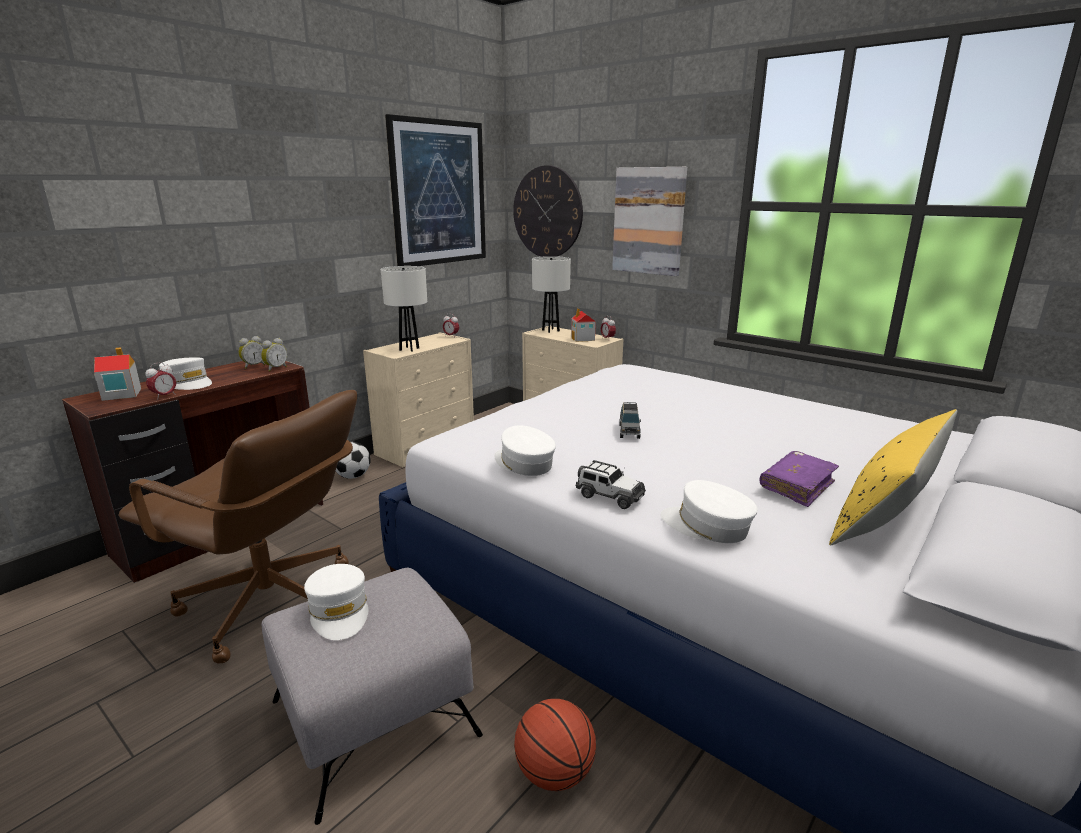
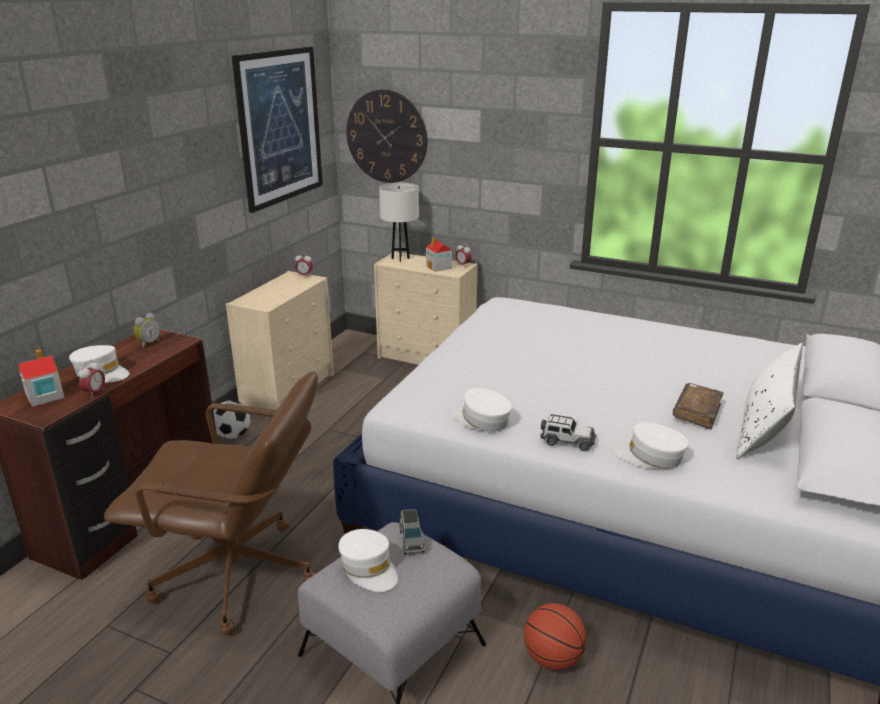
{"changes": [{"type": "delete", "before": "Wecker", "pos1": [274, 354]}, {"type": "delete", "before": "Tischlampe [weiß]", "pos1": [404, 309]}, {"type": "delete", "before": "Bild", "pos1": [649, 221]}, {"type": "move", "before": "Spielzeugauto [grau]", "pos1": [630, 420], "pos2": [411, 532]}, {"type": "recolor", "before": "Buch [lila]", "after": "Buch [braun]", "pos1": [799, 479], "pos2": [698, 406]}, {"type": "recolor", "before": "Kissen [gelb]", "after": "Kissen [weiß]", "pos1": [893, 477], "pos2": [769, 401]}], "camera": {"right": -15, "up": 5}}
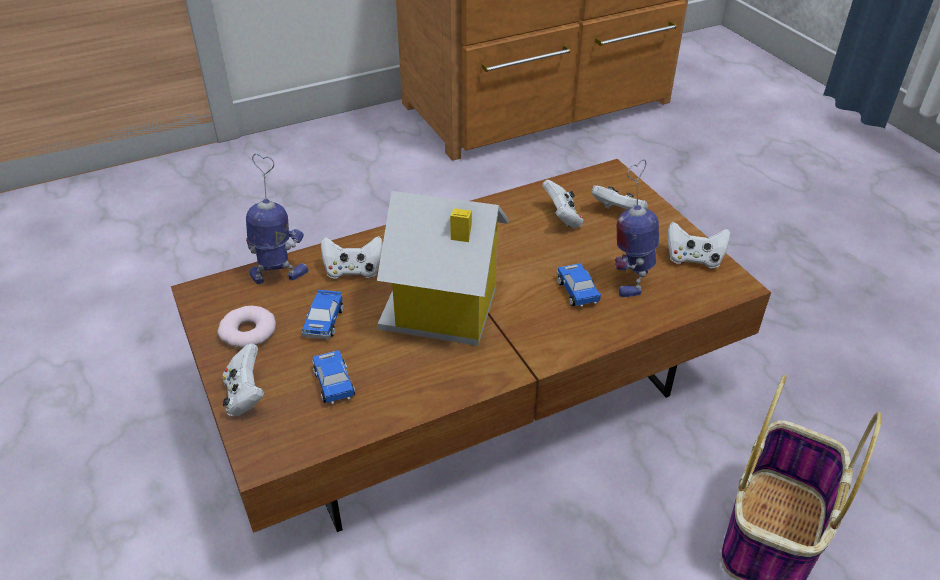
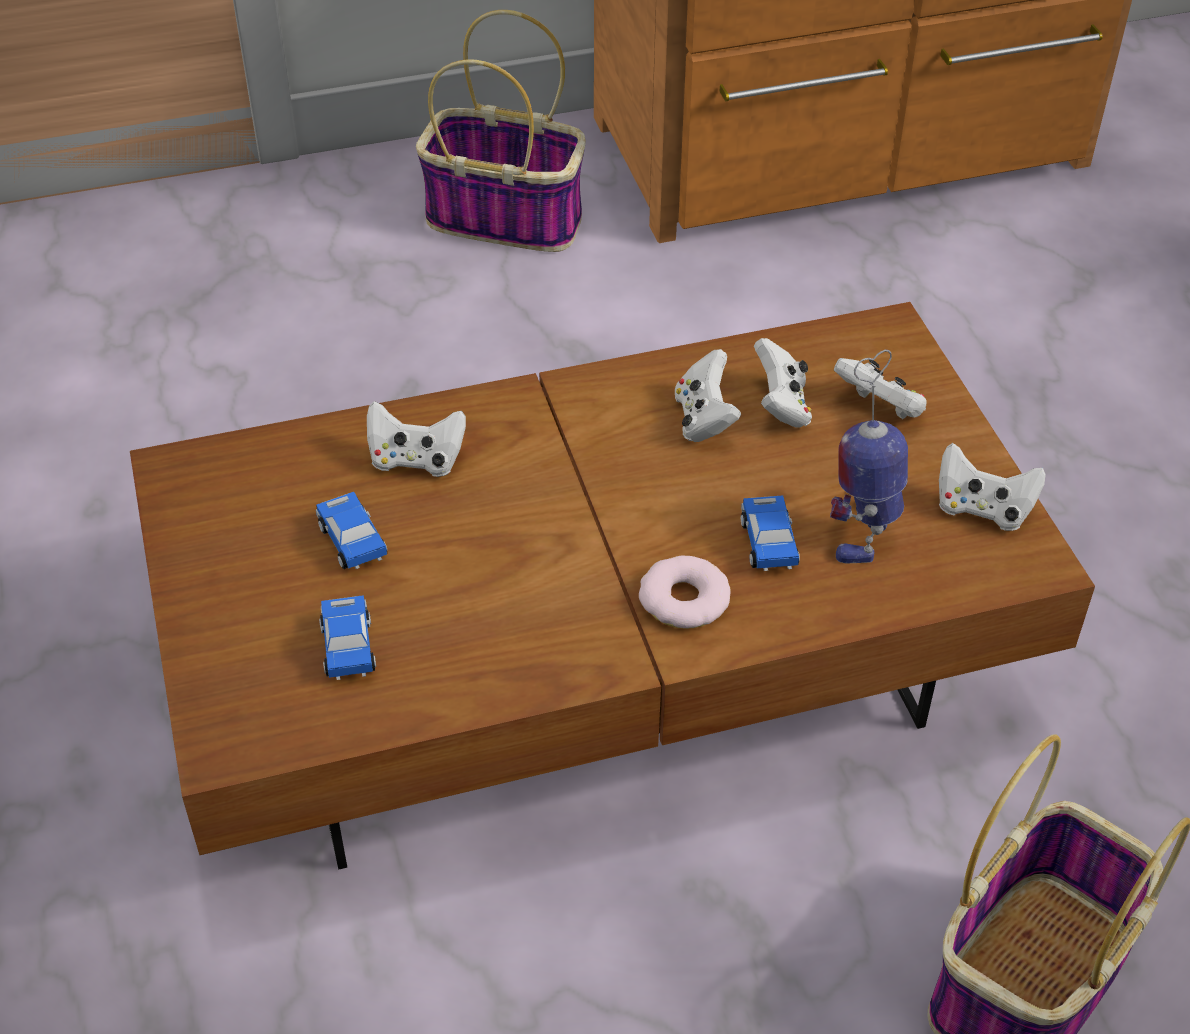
{"changes": [{"type": "move", "before": "Donut", "pos1": [247, 327], "pos2": [685, 592]}, {"type": "move", "before": "Gamepad [weiß]", "pos1": [243, 379], "pos2": [708, 395]}, {"type": "delete", "before": "Spielzeugroboter", "pos1": [277, 218]}, {"type": "rotate", "before": "Spielzeugauto", "pos1": [323, 314], "pos2": [351, 530], "turn": 135}, {"type": "delete", "before": "Spielzeughaus", "pos1": [443, 268]}, {"type": "insert", "after": "Korb", "pos2": [501, 131]}], "camera": {"right": 10, "up": 5}}
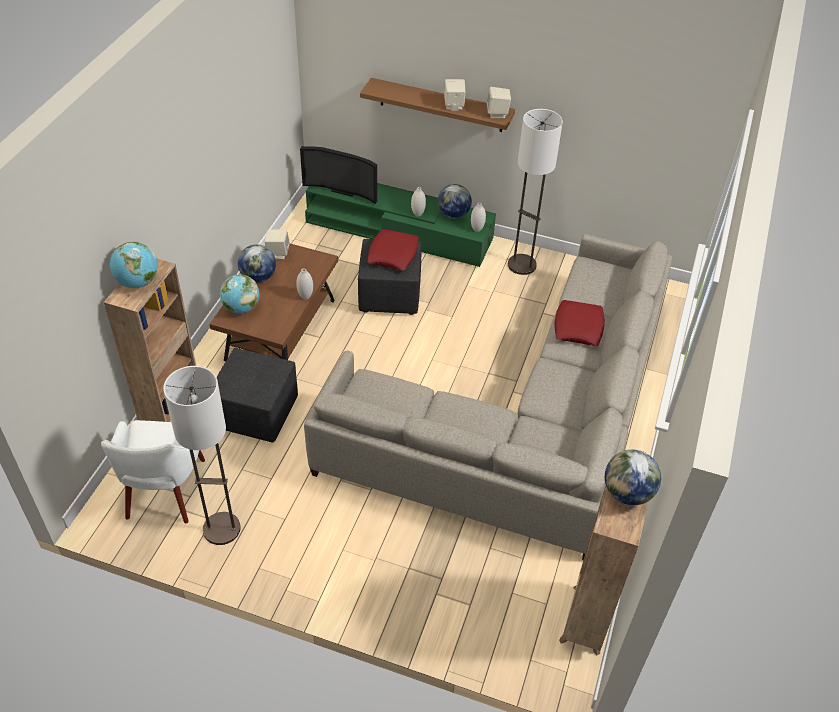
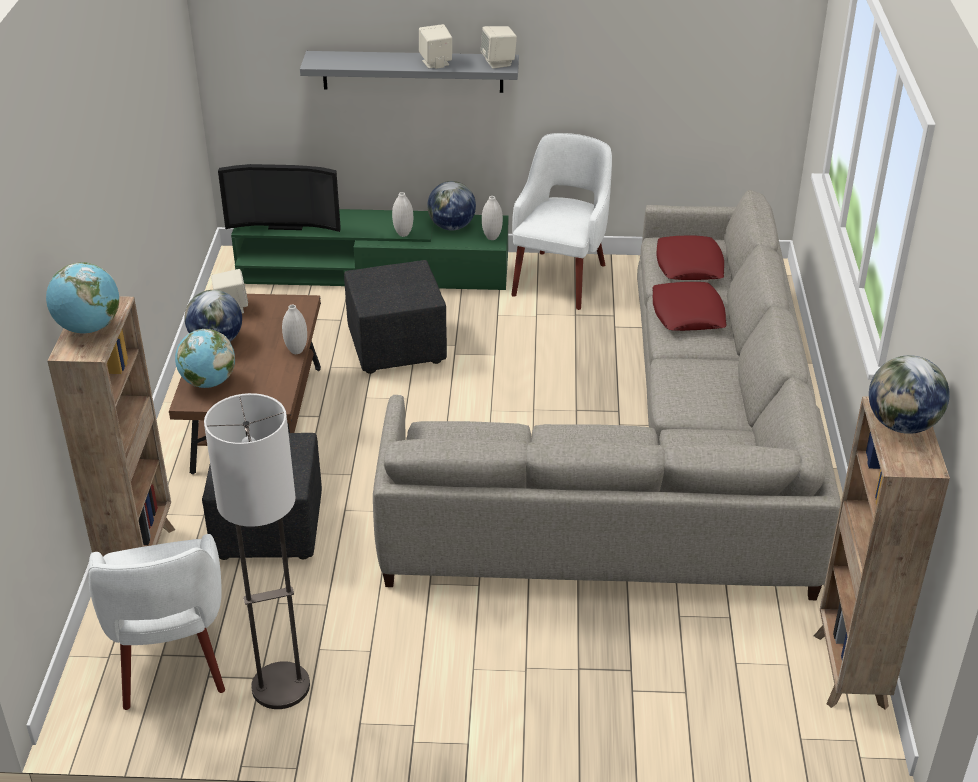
{"changes": [{"type": "recolor", "before": "Wandregal [braun]", "after": "Wandregal [grau]", "pos1": [437, 105], "pos2": [409, 72]}, {"type": "move", "before": "Kissen [rot]", "pos1": [393, 249], "pos2": [690, 257]}, {"type": "replace", "before": "Stehlampe", "after": "Sessel [weiß]", "pos1": [535, 192], "pos2": [561, 221]}], "camera": {"right": -15, "up": -10}}
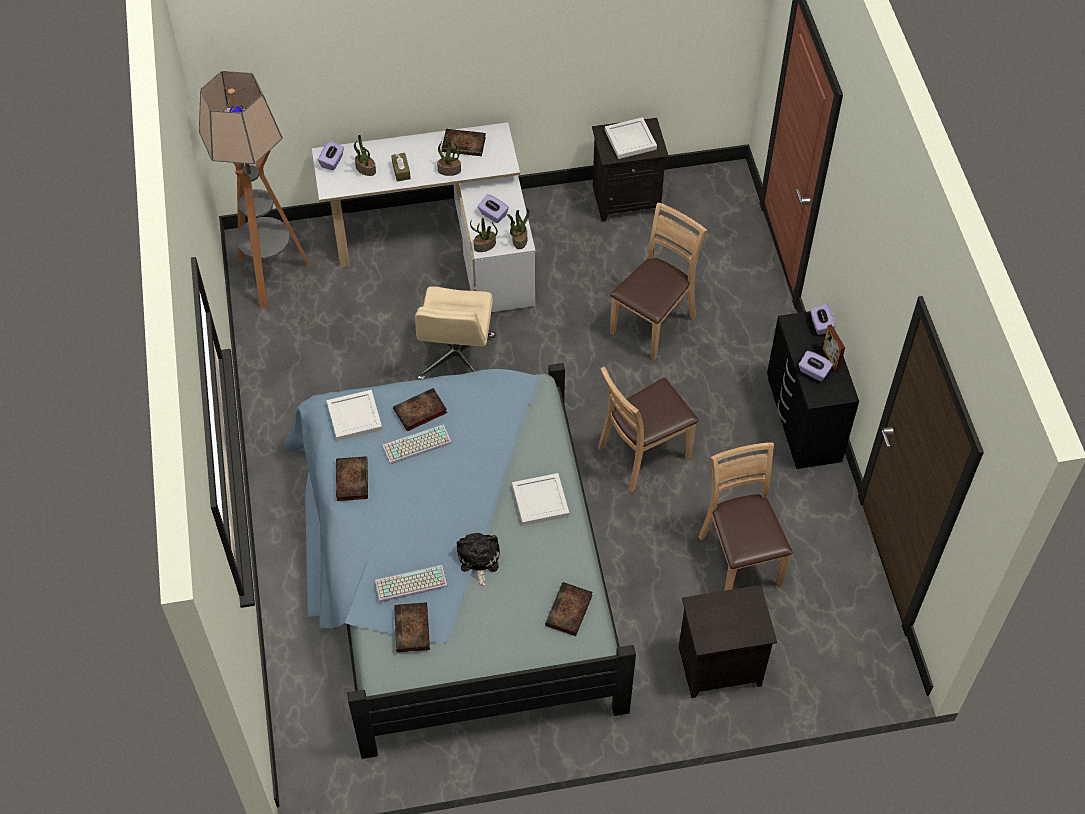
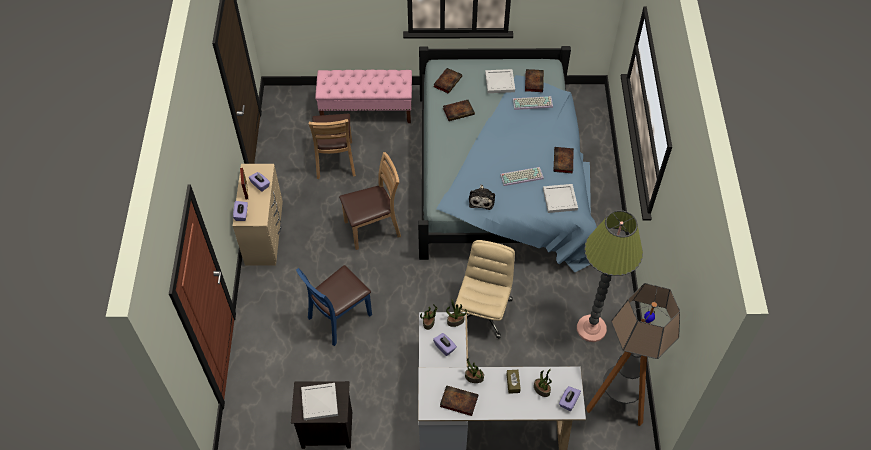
{"changes": [{"type": "move", "before": "Buch", "pos1": [420, 410], "pos2": [459, 110]}, {"type": "move", "before": "Plüschtier", "pos1": [478, 560], "pos2": [482, 197]}, {"type": "move", "before": "Tablett [weiß]", "pos1": [540, 499], "pos2": [500, 81]}, {"type": "recolor", "before": "Stuhl [braun]", "after": "Stuhl [blau]", "pos1": [658, 281], "pos2": [334, 305]}, {"type": "replace", "before": "Nachttisch [schwarz]", "after": "Bank [rosa]", "pos1": [728, 641], "pos2": [363, 96]}, {"type": "recolor", "before": "Kommode [schwarz]", "after": "Kommode [beige]", "pos1": [813, 390], "pos2": [258, 215]}, {"type": "insert", "after": "Stehlampe", "pos2": [610, 276]}], "camera": {"right": -170, "up": 0}}
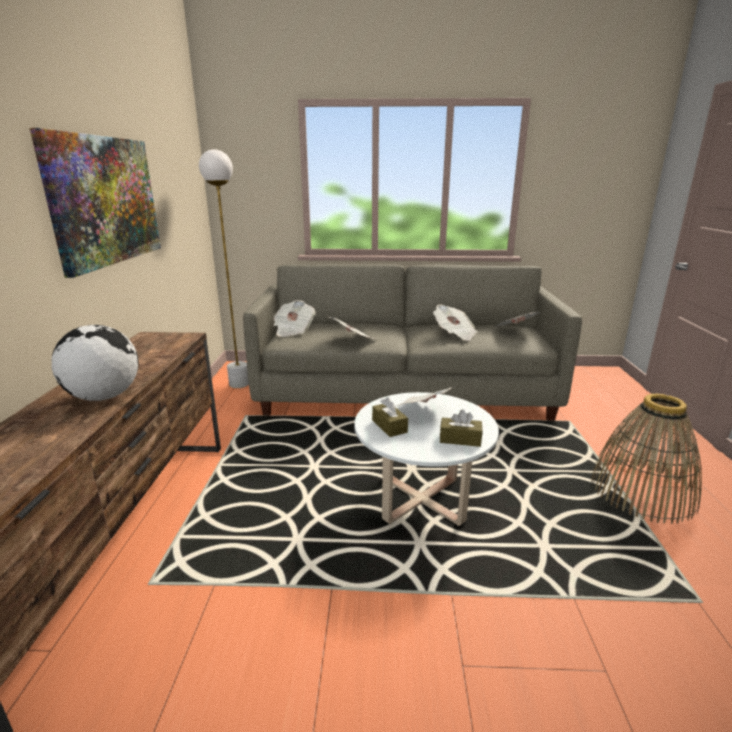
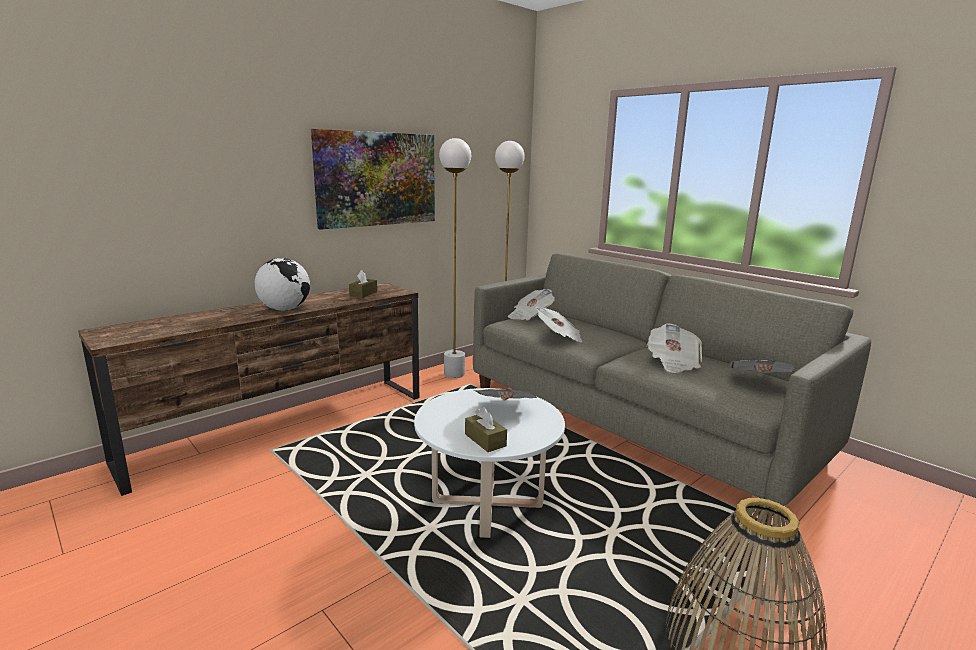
{"changes": [{"type": "move", "before": "Taschentuchbox [braun]", "pos1": [390, 417], "pos2": [363, 284]}, {"type": "insert", "after": "Stehlampe [weiß]", "pos2": [455, 258]}], "camera": {"right": 45, "up": -5}}
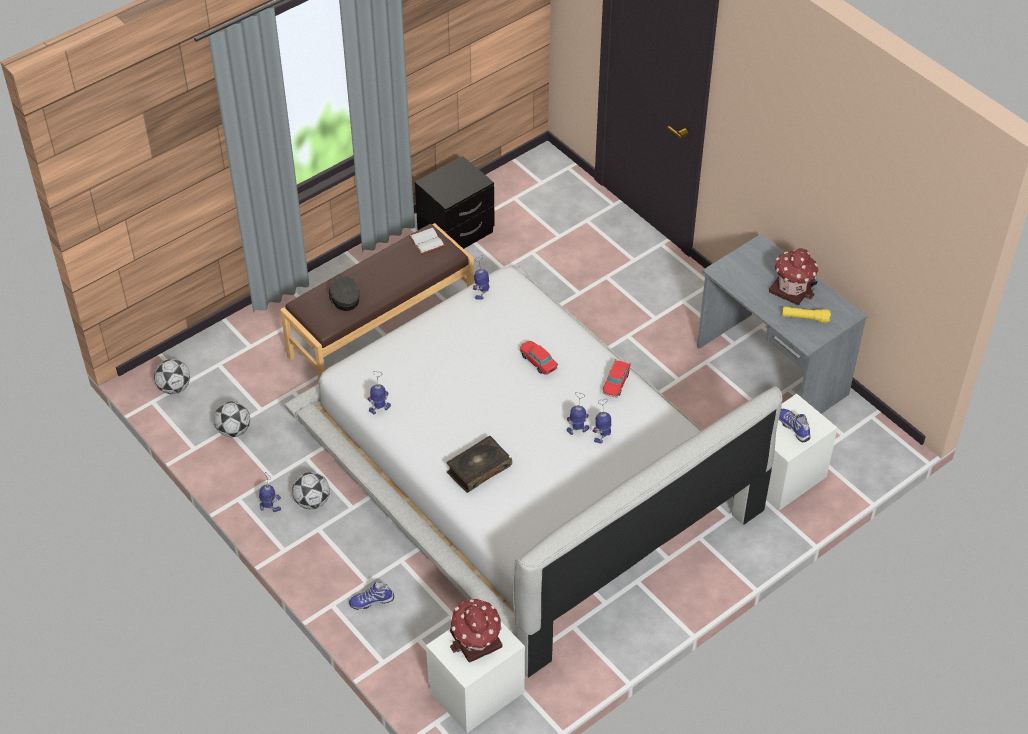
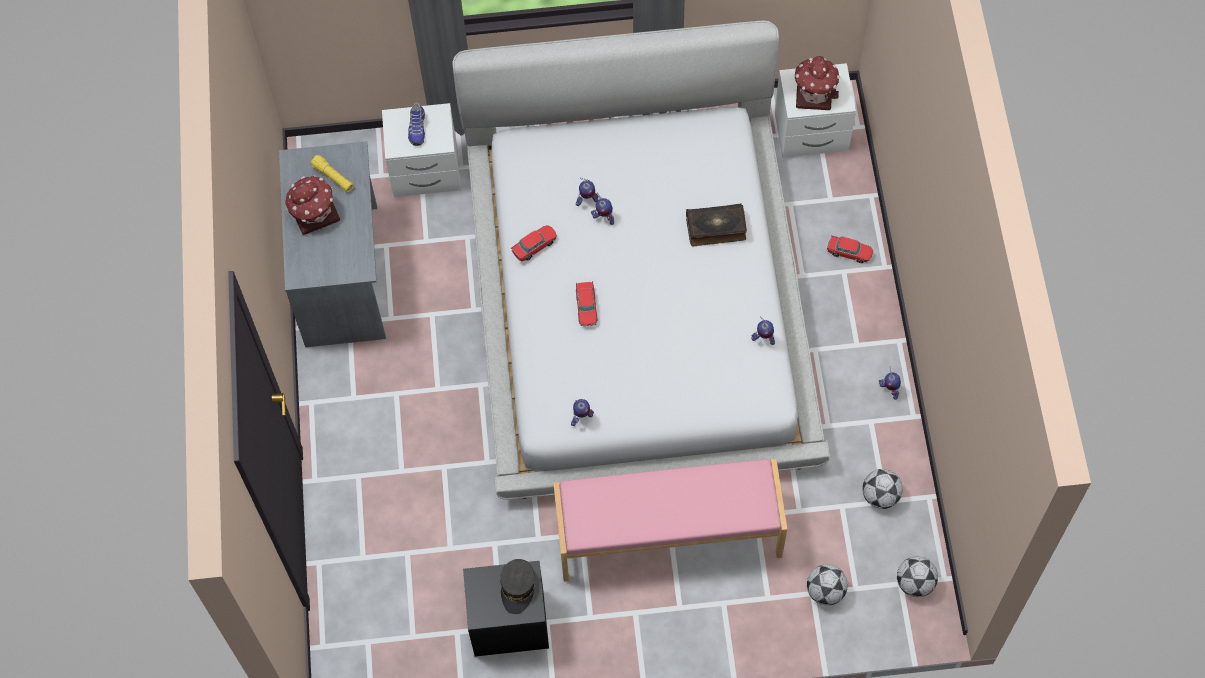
{"changes": [{"type": "recolor", "before": "Bank [braun]", "after": "Bank [rosa]", "pos1": [377, 301], "pos2": [670, 520]}, {"type": "move", "before": "Fußball", "pos1": [311, 490], "pos2": [827, 585]}, {"type": "move", "before": "Kappe [grau]", "pos1": [344, 294], "pos2": [517, 586]}, {"type": "replace", "before": "Schuh", "after": "Spielzeugauto", "pos1": [371, 596], "pos2": [850, 249]}, {"type": "delete", "before": "Buch [weiß]", "pos1": [427, 241]}], "camera": {"right": -145, "up": 15}}
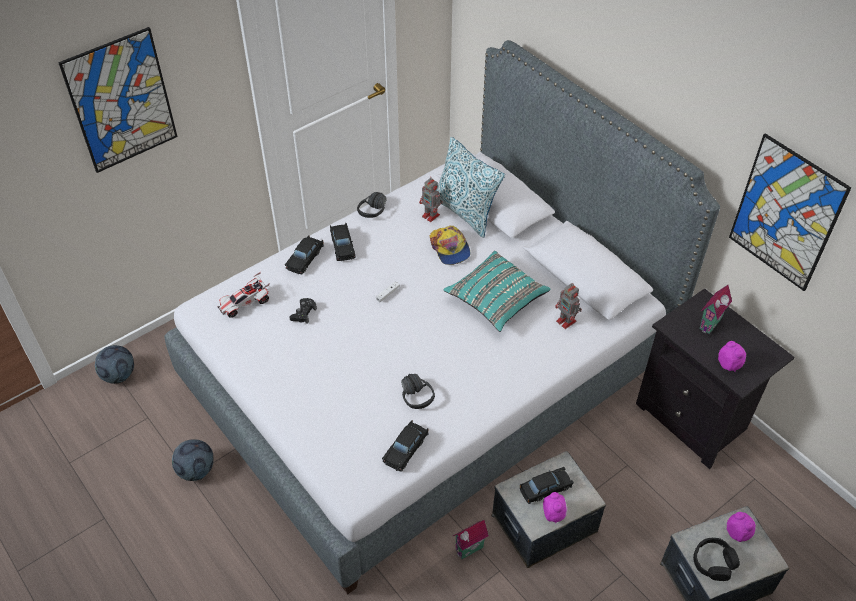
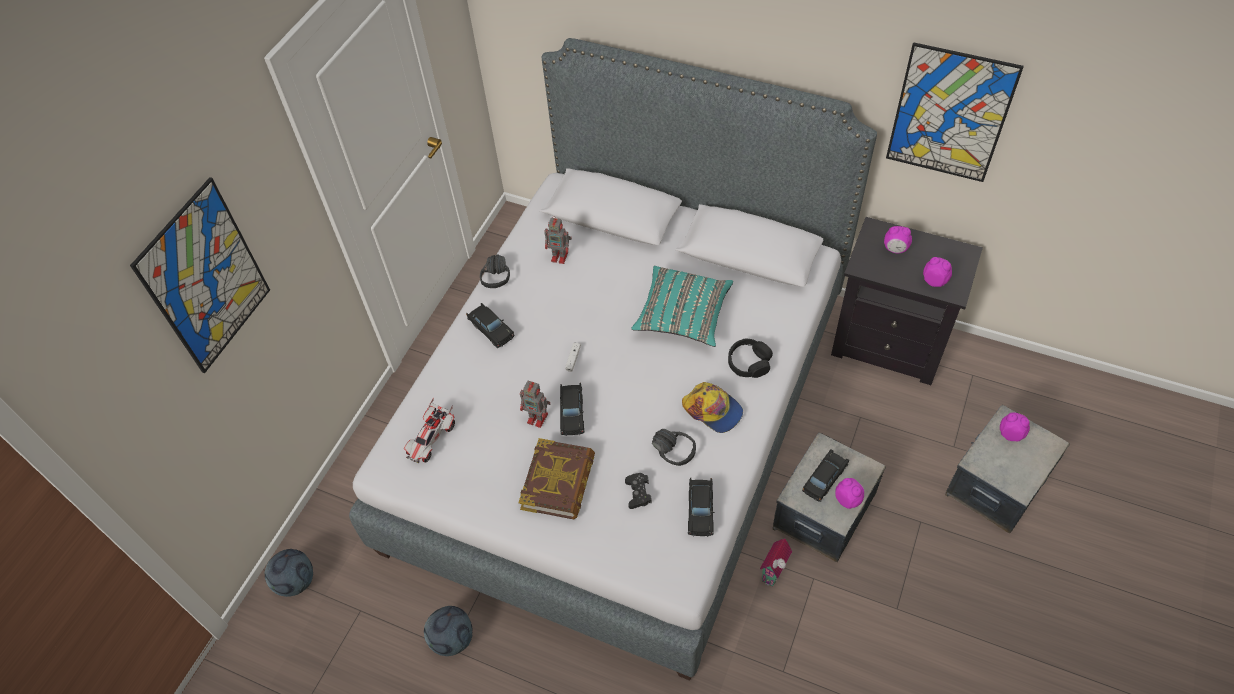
{"changes": [{"type": "move", "before": "Spielzeugauto [schwarz]", "pos1": [304, 254], "pos2": [572, 409]}, {"type": "move", "before": "Gamepad [schwarz]", "pos1": [303, 311], "pos2": [638, 491]}, {"type": "move", "before": "Kappe", "pos1": [450, 245], "pos2": [712, 407]}, {"type": "delete", "before": "Kissen", "pos1": [471, 187]}, {"type": "move", "before": "Spielzeugroboter", "pos1": [568, 306], "pos2": [535, 404]}, {"type": "move", "before": "Kopfhörer [schwarz]", "pos1": [716, 559], "pos2": [750, 358]}, {"type": "replace", "before": "Spielzeughaus", "after": "Wecker", "pos1": [716, 309], "pos2": [898, 239]}, {"type": "insert", "after": "Buch", "pos2": [556, 478]}], "camera": {"right": -25, "up": 5}}
